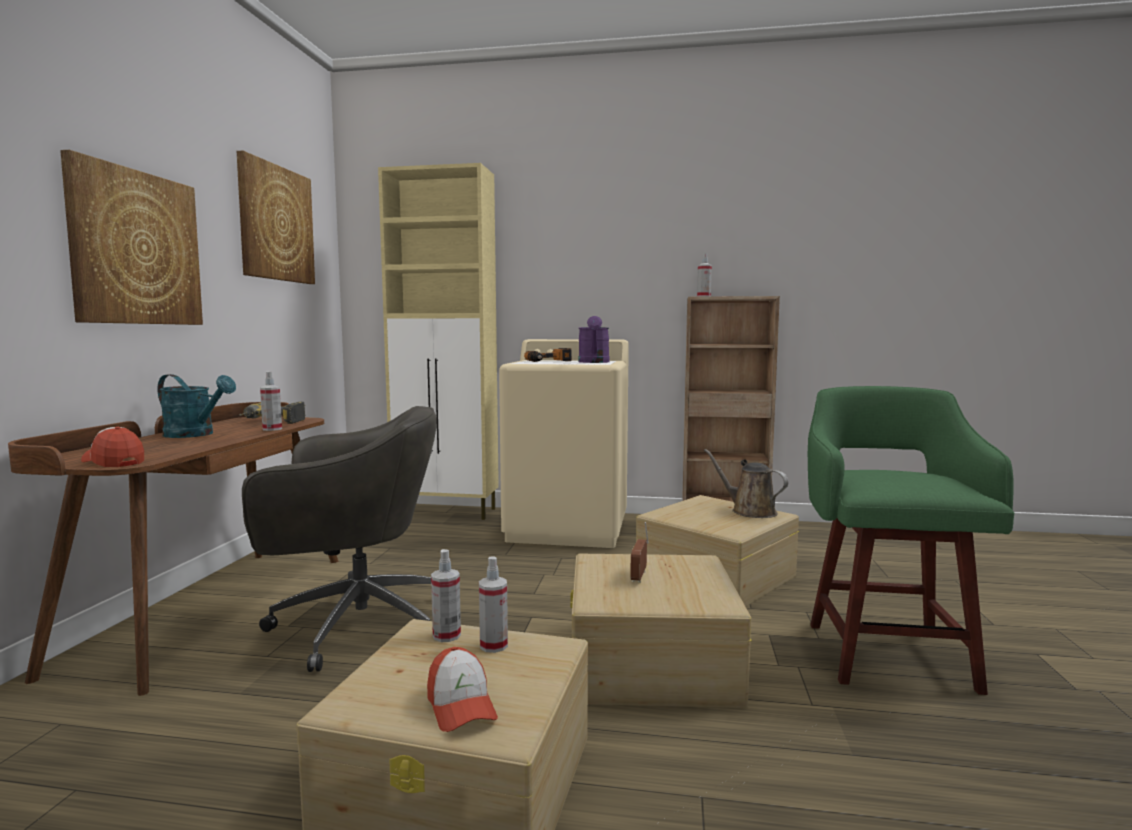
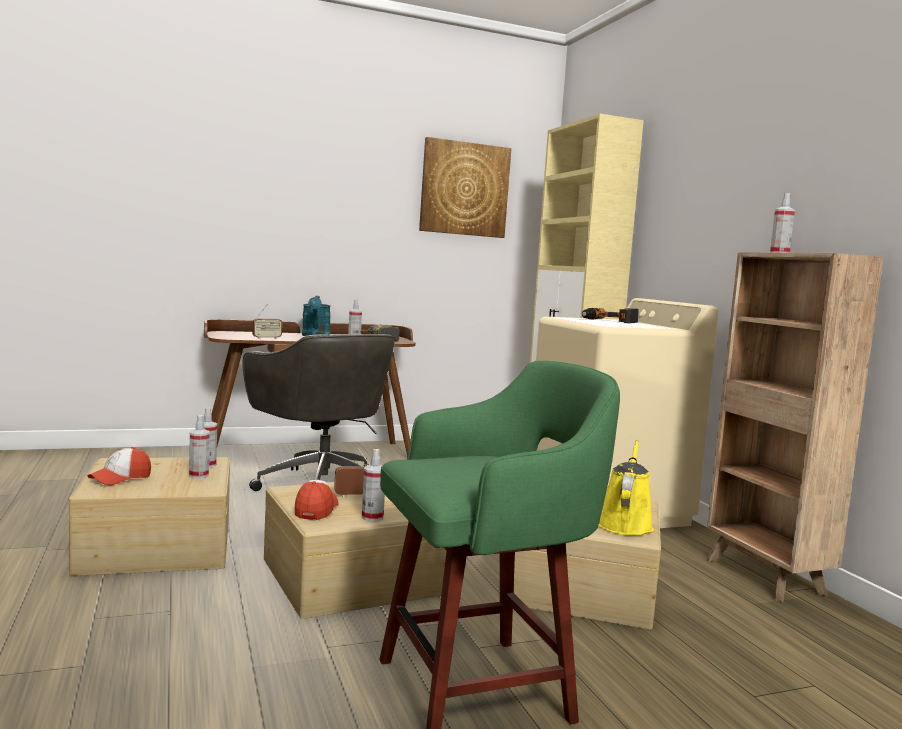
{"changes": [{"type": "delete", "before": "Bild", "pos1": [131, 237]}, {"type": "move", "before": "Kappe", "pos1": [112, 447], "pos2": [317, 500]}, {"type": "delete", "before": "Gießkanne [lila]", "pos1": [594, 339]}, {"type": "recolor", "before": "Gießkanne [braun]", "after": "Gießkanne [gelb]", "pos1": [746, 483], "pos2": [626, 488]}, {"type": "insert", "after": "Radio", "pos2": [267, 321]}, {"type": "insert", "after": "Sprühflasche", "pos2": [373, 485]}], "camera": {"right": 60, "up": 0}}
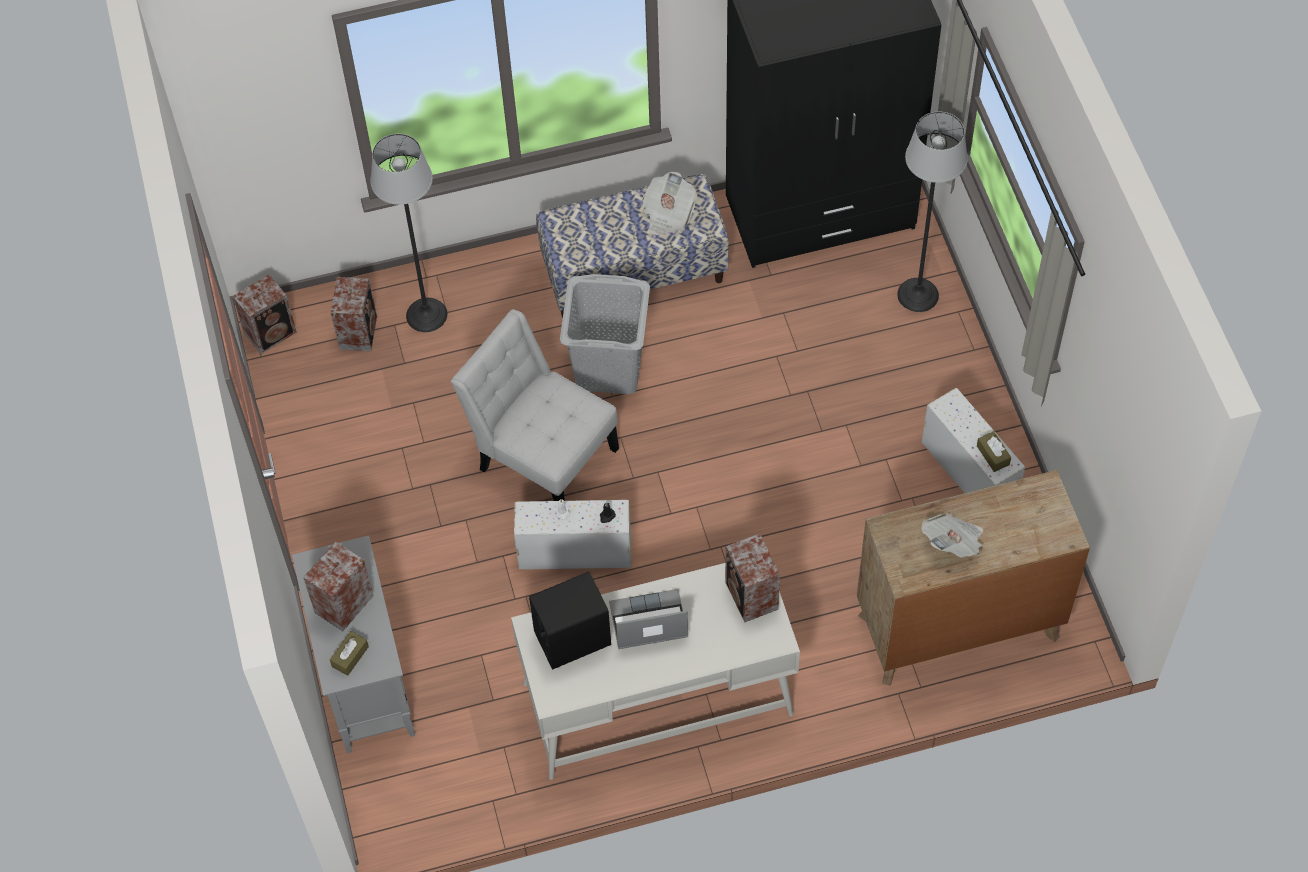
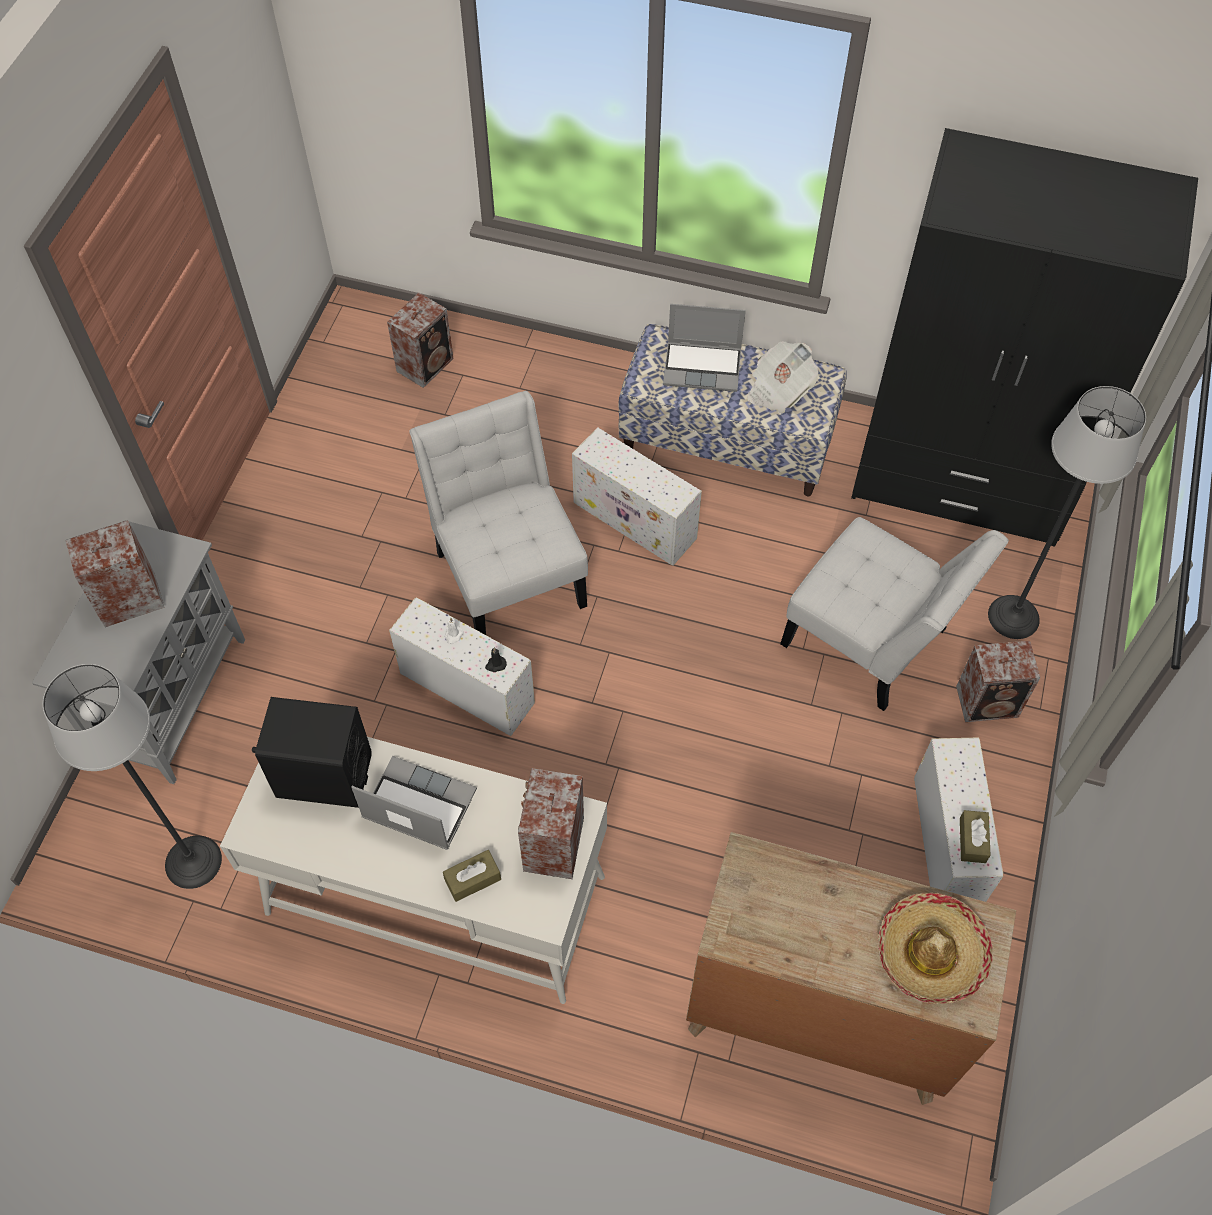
{"changes": [{"type": "move", "before": "Lautsprecher", "pos1": [265, 314], "pos2": [998, 681]}, {"type": "move", "before": "Taschentuchbox [braun]", "pos1": [349, 653], "pos2": [472, 876]}, {"type": "move", "before": "Stehlampe", "pos1": [409, 233], "pos2": [132, 776]}, {"type": "replace", "before": "Wäschekorb [grau]", "after": "Aufbewahrungsbox [weiß]", "pos1": [605, 334], "pos2": [637, 496]}, {"type": "delete", "before": "Zeitung", "pos1": [952, 535]}, {"type": "insert", "after": "Laptop", "pos2": [704, 348]}, {"type": "insert", "after": "Stuhl [weiß]", "pos2": [894, 614]}, {"type": "insert", "after": "Hut", "pos2": [935, 948]}], "camera": {"right": 30, "up": 0}}
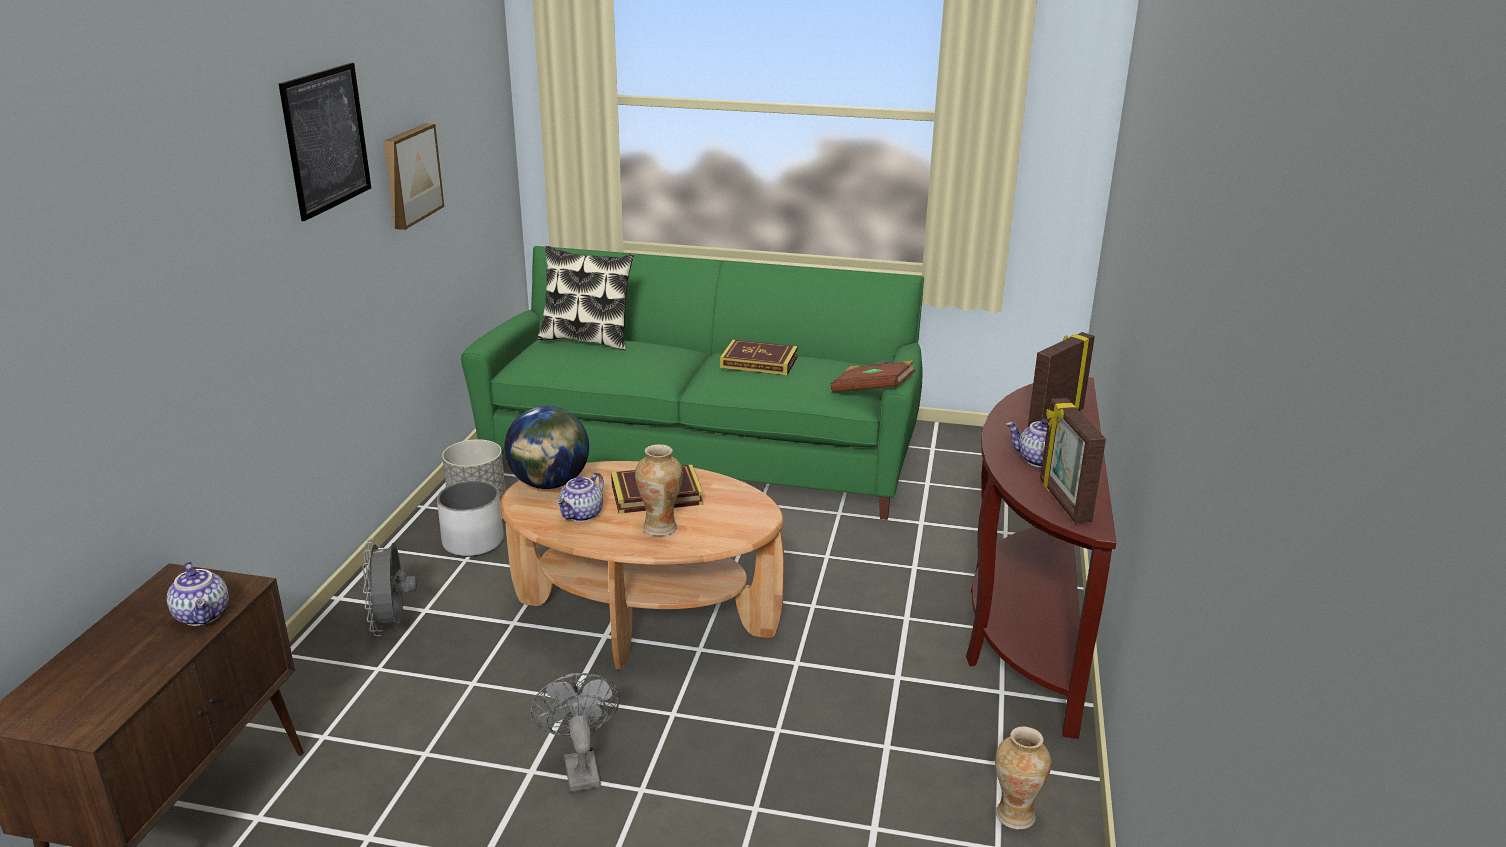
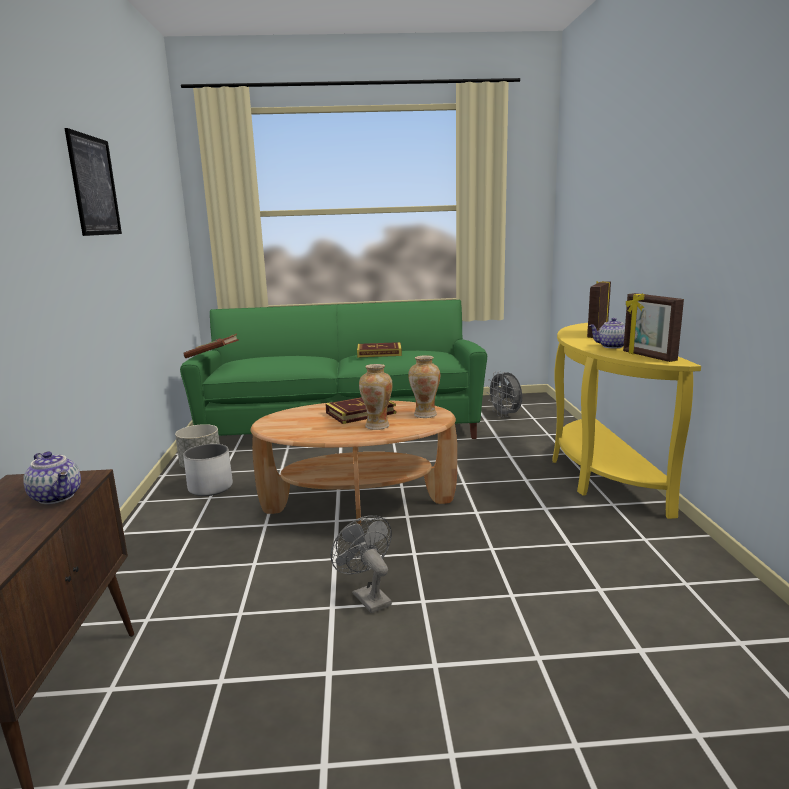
{"changes": [{"type": "move", "before": "Ventilator [grau]", "pos1": [389, 587], "pos2": [504, 394]}, {"type": "delete", "before": "Bild", "pos1": [414, 176]}, {"type": "delete", "before": "Globus", "pos1": [546, 447]}, {"type": "delete", "before": "Kissen", "pos1": [585, 298]}, {"type": "delete", "before": "Teekanne", "pos1": [580, 497]}, {"type": "move", "before": "Buch [braun]", "pos1": [872, 376], "pos2": [211, 346]}, {"type": "recolor", "before": "Konsolentisch [braun]", "after": "Konsolentisch [gelb]", "pos1": [1041, 558], "pos2": [626, 421]}, {"type": "move", "before": "Vase", "pos1": [1023, 778], "pos2": [424, 386]}], "camera": {"right": -15, "up": -10}}
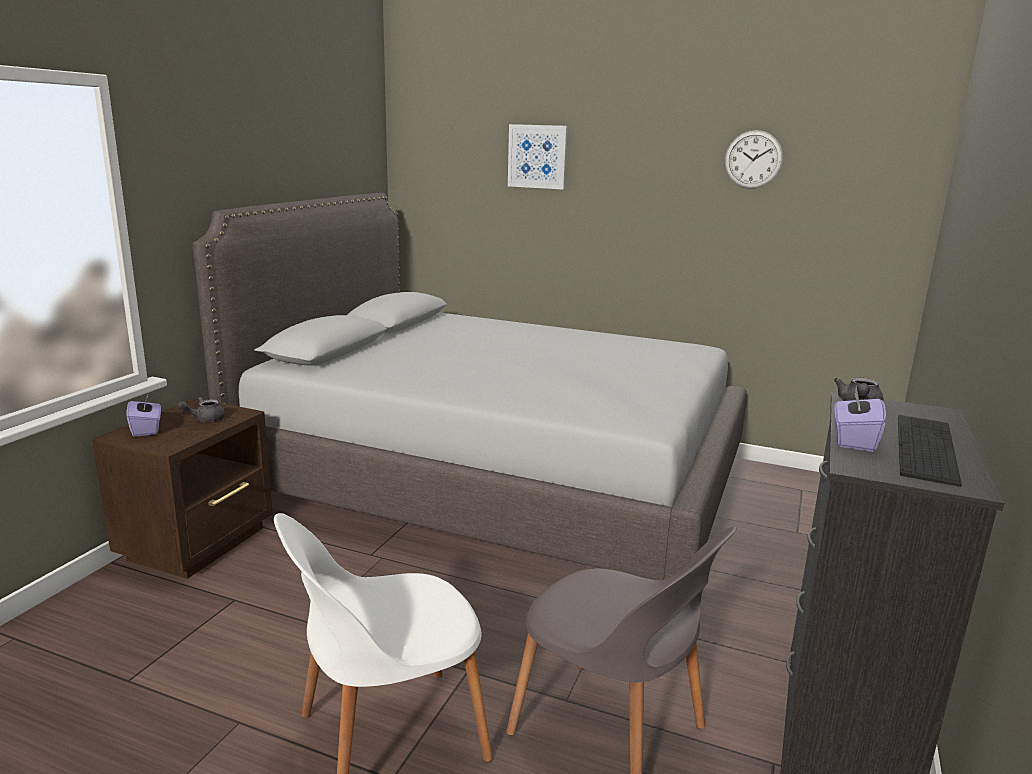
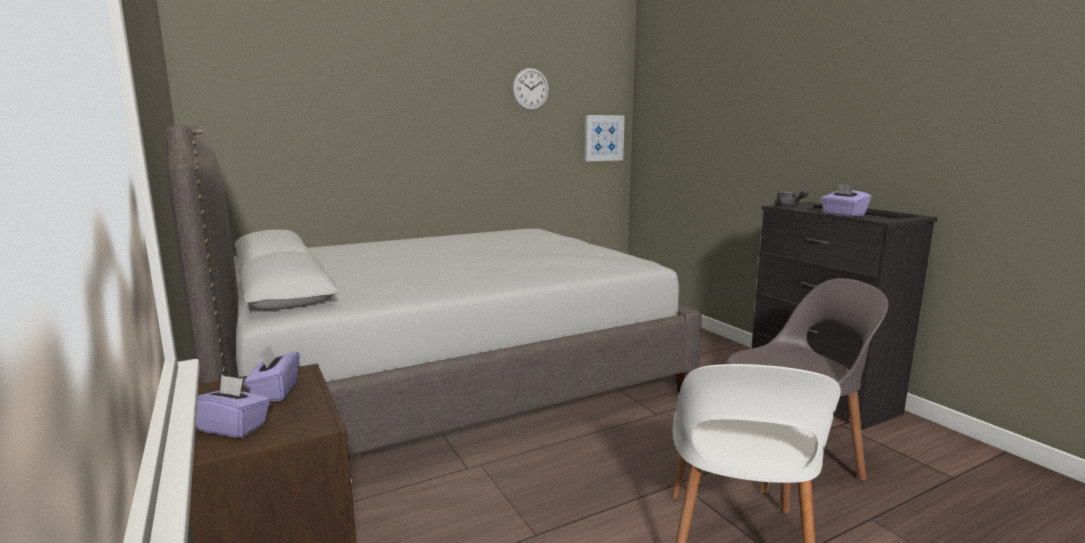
{"changes": [{"type": "replace", "before": "Teekanne [grau]", "after": "Taschentuchbox [lila]", "pos1": [201, 409], "pos2": [271, 373]}, {"type": "move", "before": "Bild", "pos1": [538, 156], "pos2": [605, 138]}], "camera": {"right": -50, "up": -5}}
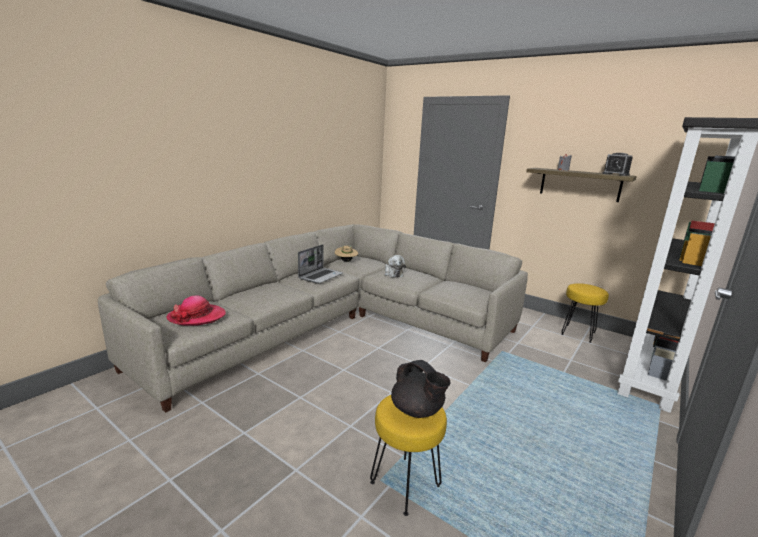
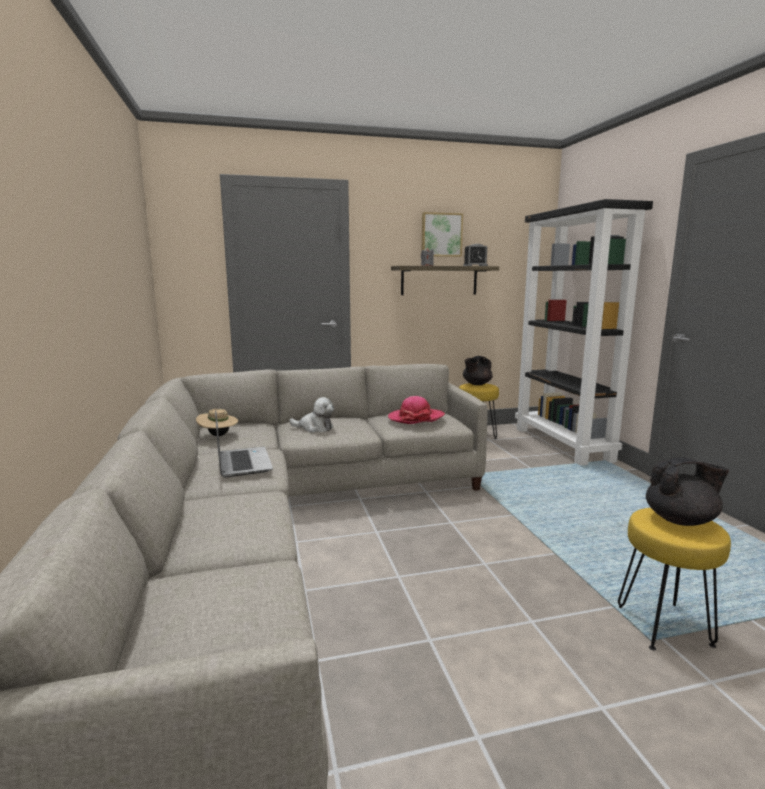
{"changes": [{"type": "move", "before": "Hut", "pos1": [196, 310], "pos2": [416, 410]}, {"type": "insert", "after": "Bild", "pos2": [442, 234]}, {"type": "insert", "after": "Teekanne [schwarz]", "pos2": [478, 370]}], "camera": {"right": -50, "up": -5}}
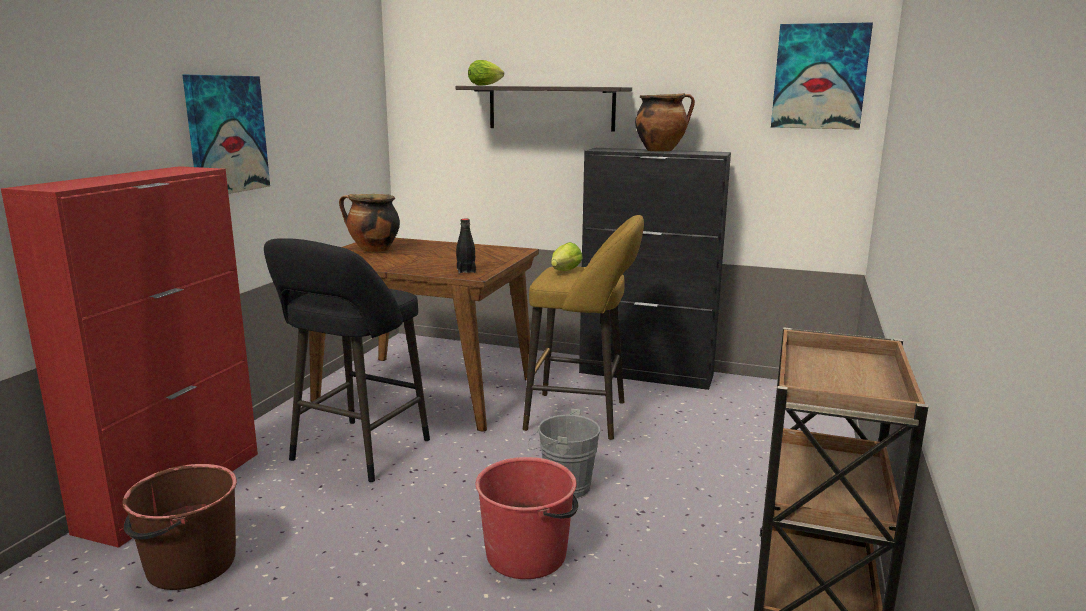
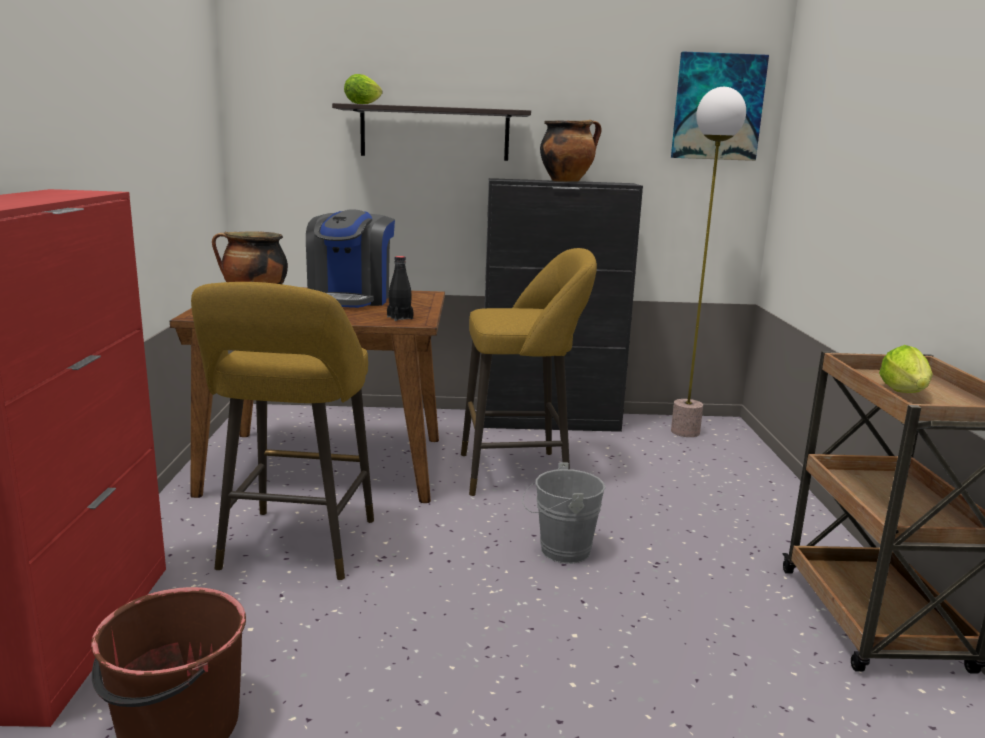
{"changes": [{"type": "delete", "before": "Bild", "pos1": [226, 134]}, {"type": "recolor", "before": "Hocker [schwarz]", "after": "Hocker [gelb]", "pos1": [347, 360], "pos2": [282, 431]}, {"type": "delete", "before": "Eimer [rot]", "pos1": [526, 518]}, {"type": "move", "before": "Salatkopf", "pos1": [567, 256], "pos2": [906, 369]}, {"type": "insert", "after": "Kaffeemaschine", "pos2": [350, 258]}, {"type": "insert", "after": "Stehlampe", "pos2": [708, 262]}], "camera": {"right": -20, "up": 0}}
